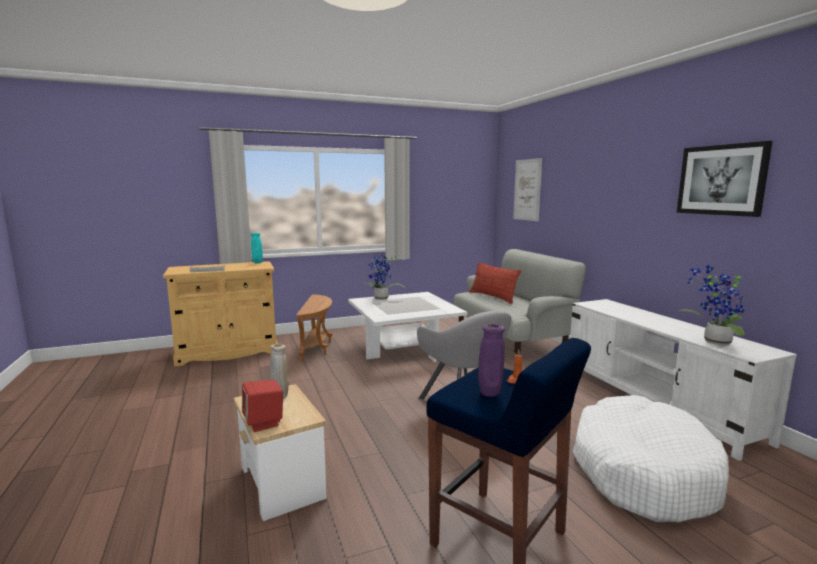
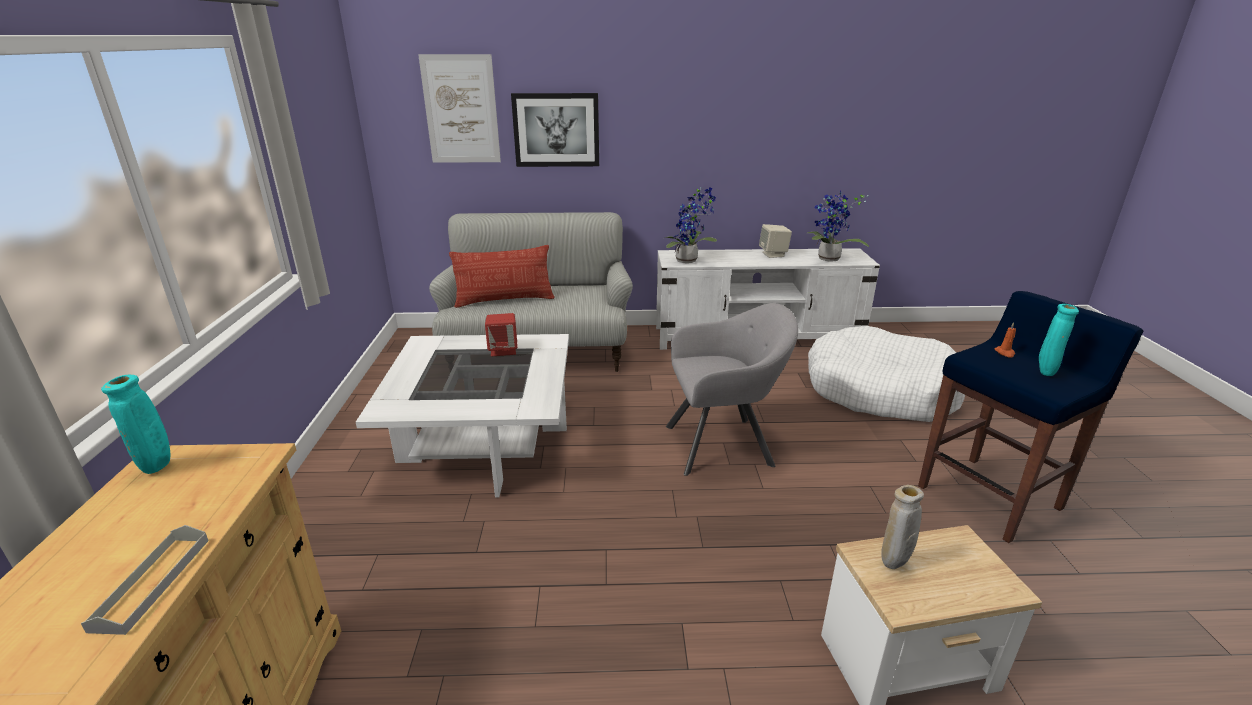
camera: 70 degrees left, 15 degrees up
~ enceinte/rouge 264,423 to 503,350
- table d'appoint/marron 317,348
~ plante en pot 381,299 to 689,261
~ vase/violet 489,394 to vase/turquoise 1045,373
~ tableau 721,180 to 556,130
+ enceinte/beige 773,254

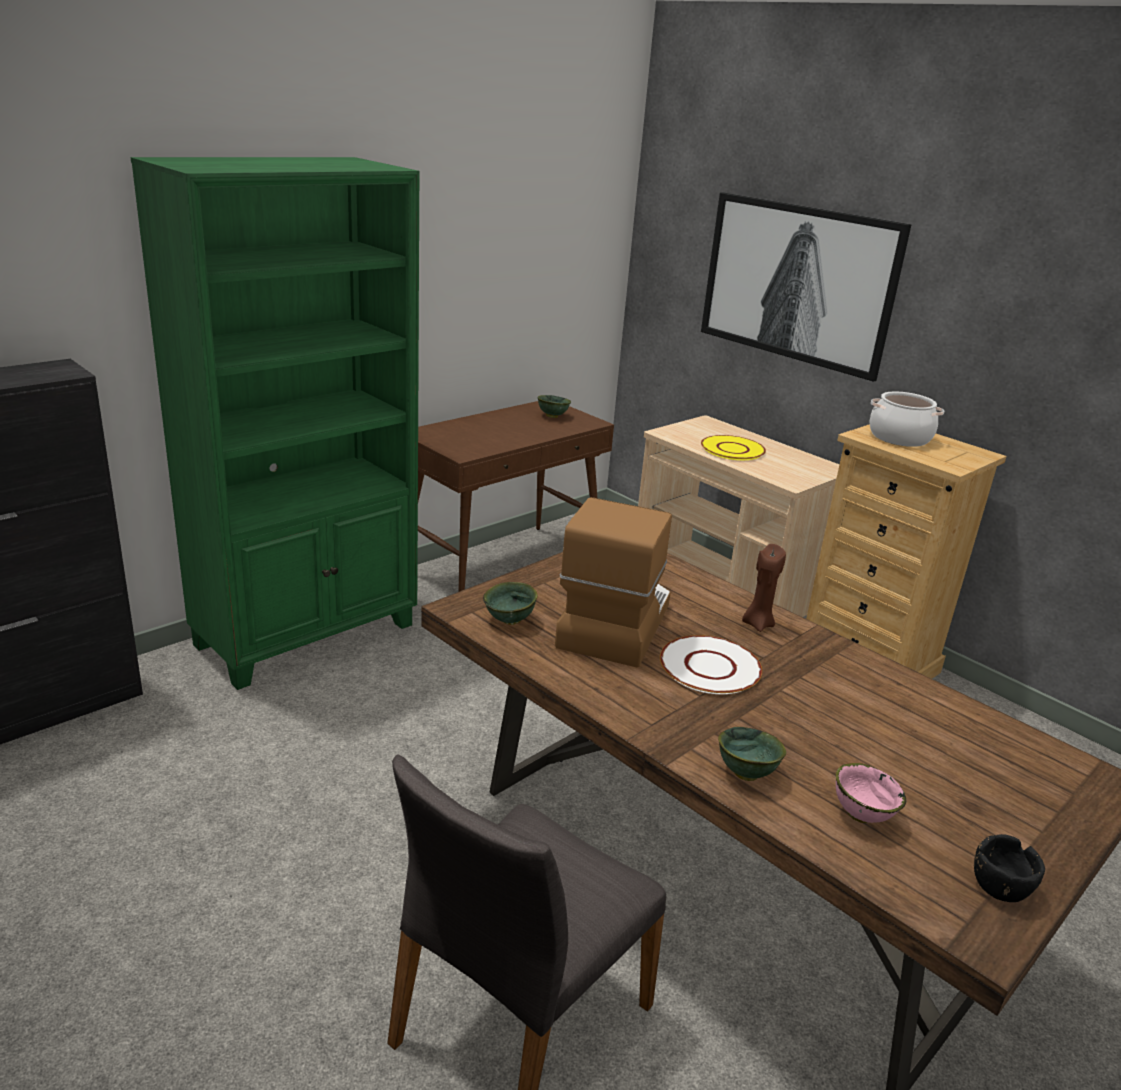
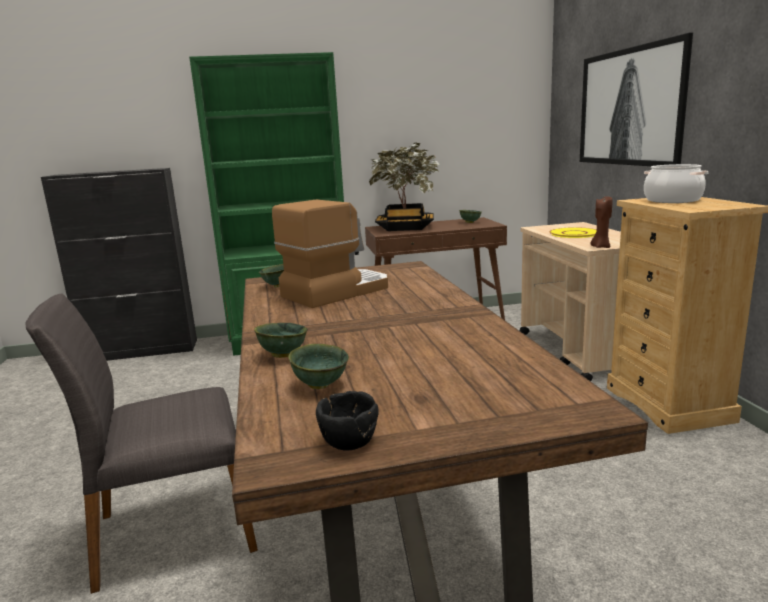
camera: 35 degrees right, 10 degrees down
- assiette/blanc 710,666
~ bougie/marron 757,624 to 600,247
~ bol/rose 861,814 to bol/vert 321,385
+ plante en pot 405,227

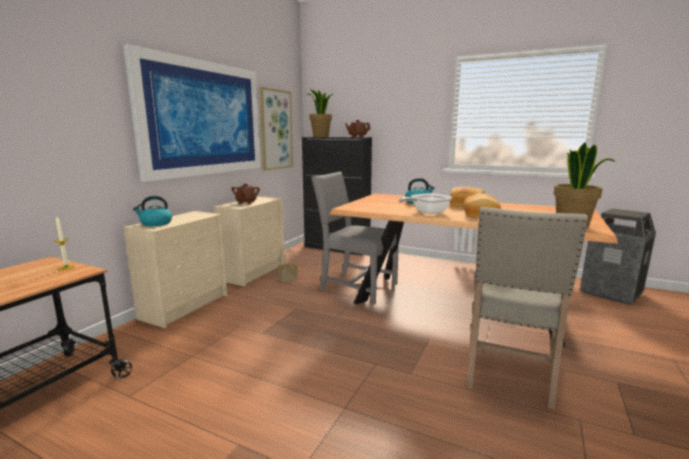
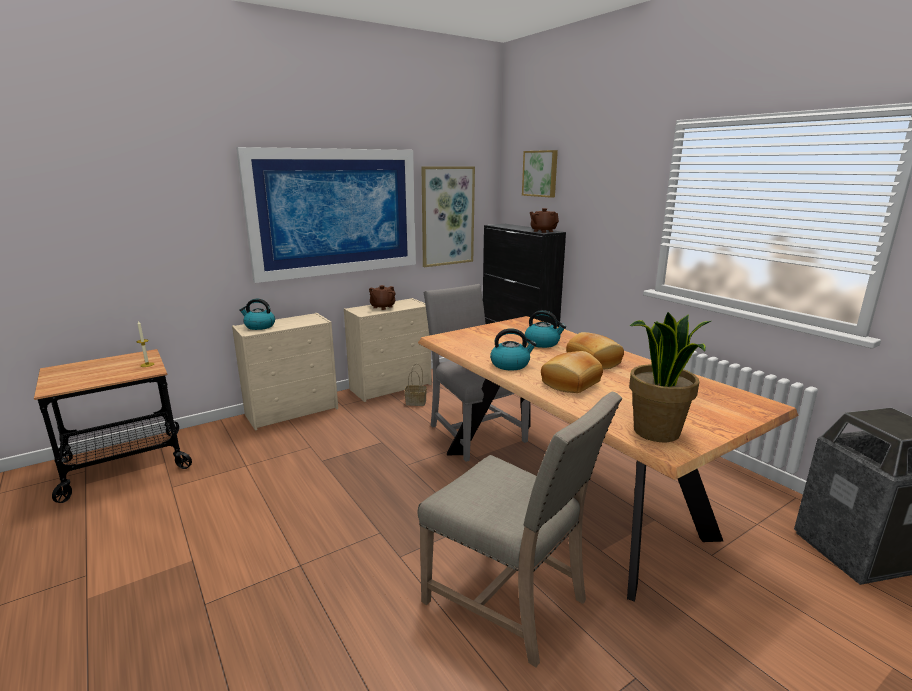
camera: 30 degrees right, 5 degrees up
- plante en pot 320,136
~ poêle 426,213 to bouilloire 510,364
~ chaise/beige 509,371 = 510,600 105 degrees counterclockwise
+ tableau 540,173

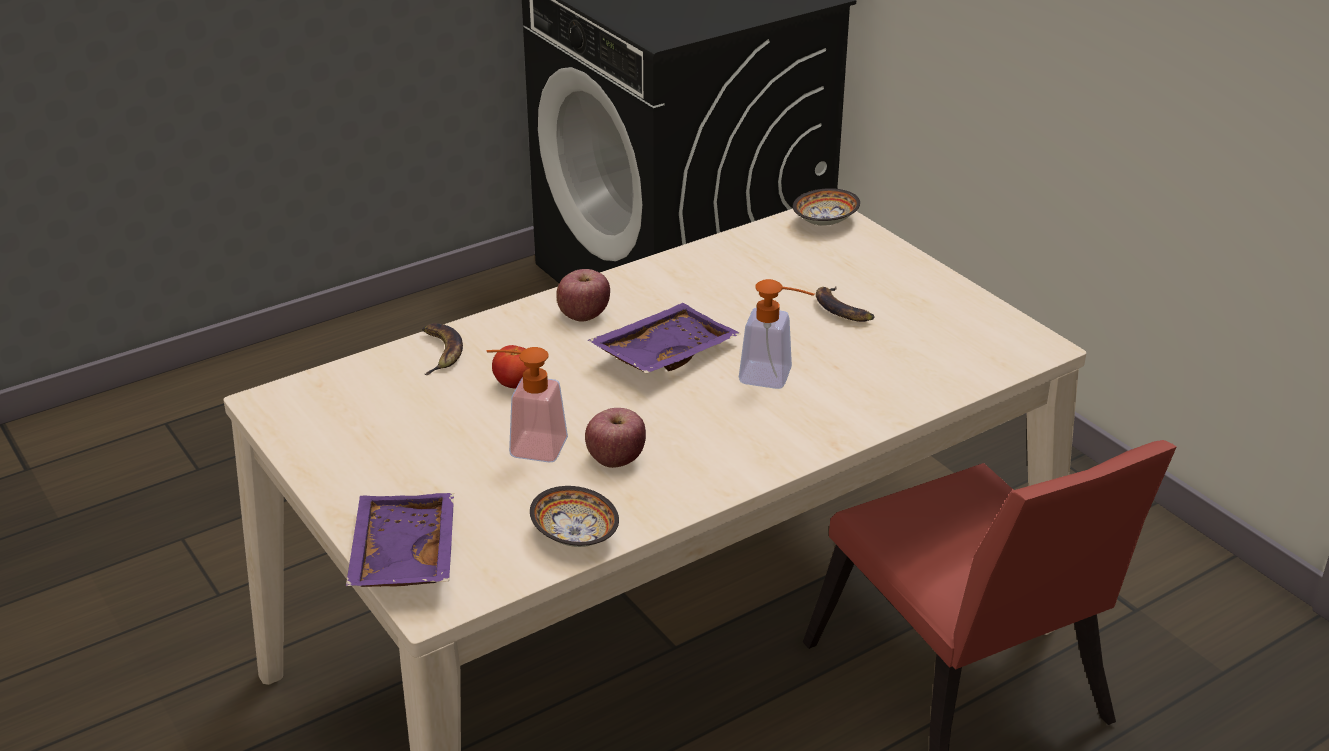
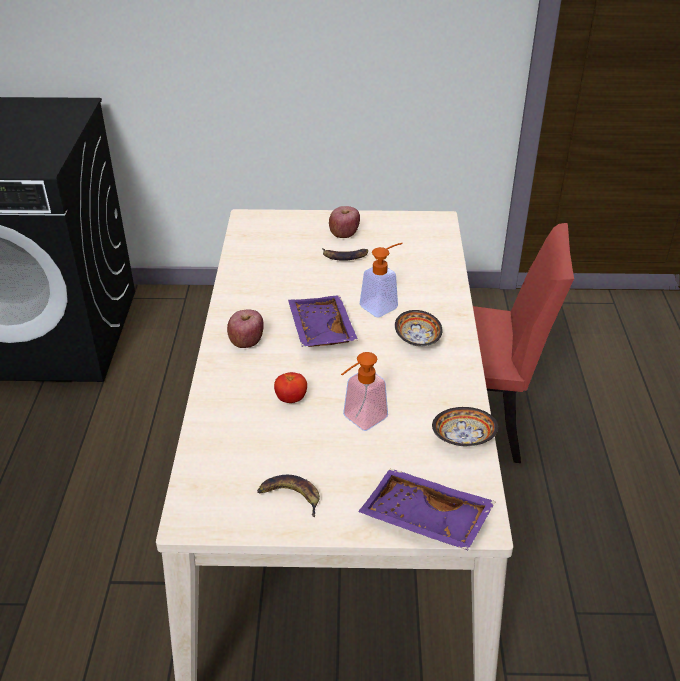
camera: 55 degrees left, 5 degrees up
~ banane 440,352 to 290,496
~ pomme 616,459 to 344,234
~ bol 823,222 to 416,340

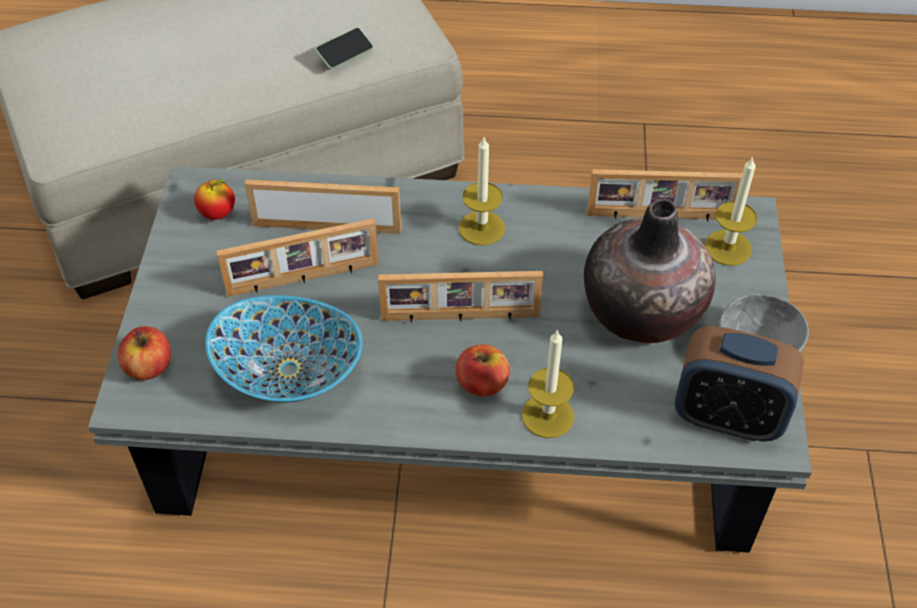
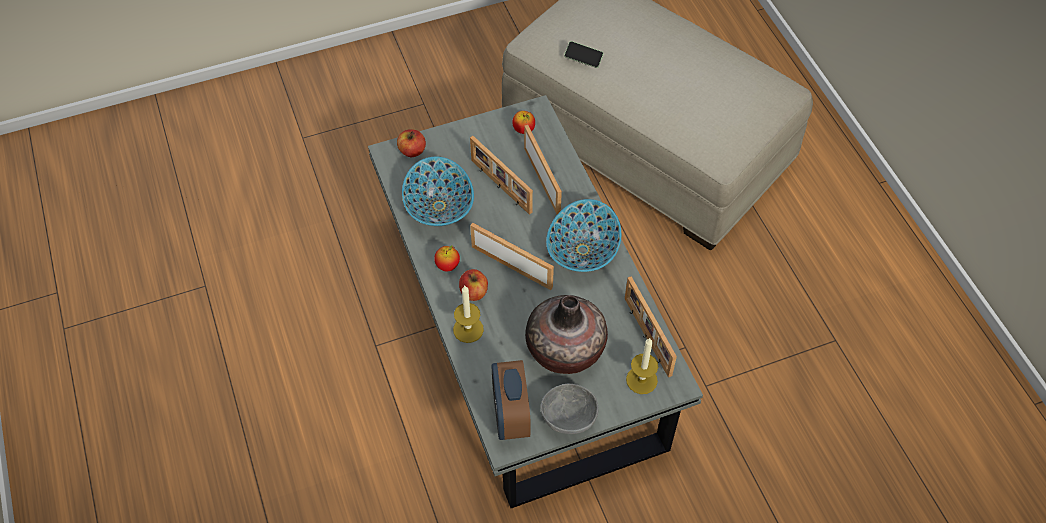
camera: 65 degrees right, 5 degrees up
~ téléphone 345,55 to 583,58
~ cadre photo 460,318 = 512,266 150 degrees clockwise
~ bougie 481,228 to bol 583,250
+ pomme 447,265

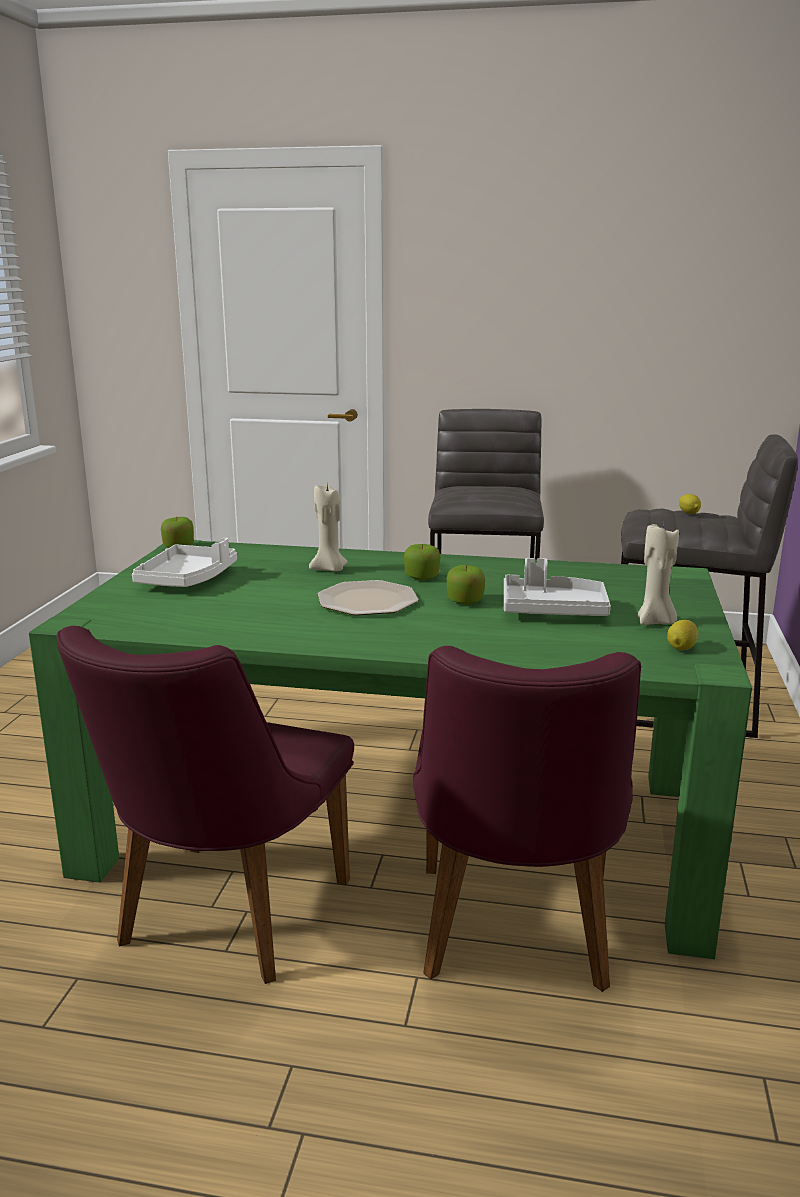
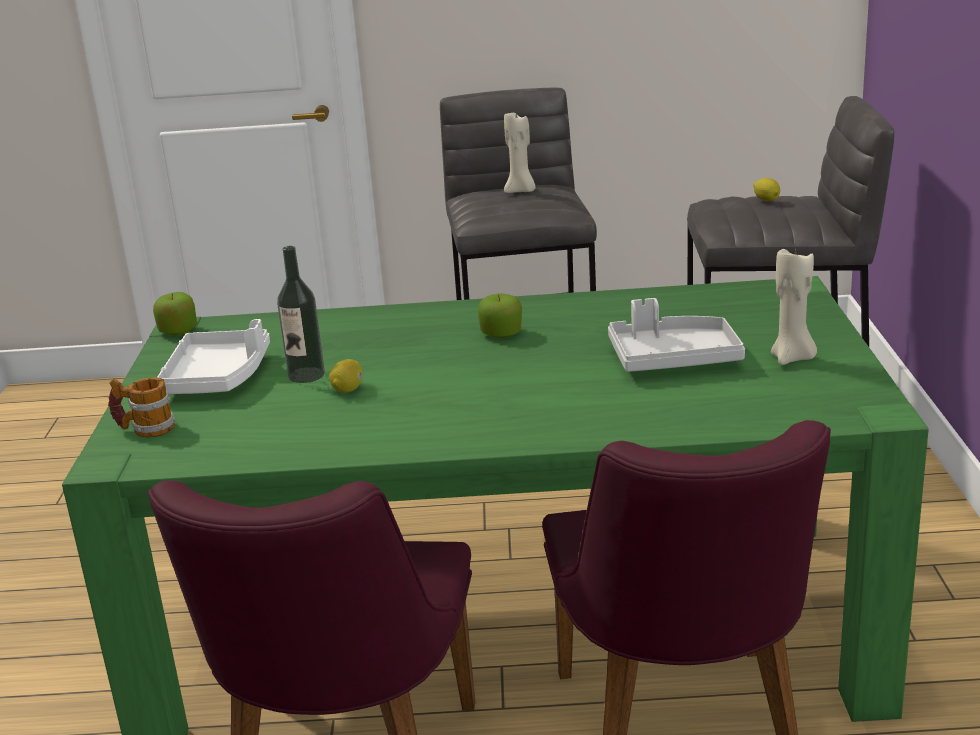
camera: 10 degrees left, 5 degrees up
~ bougie/beige 330,569 to 521,191
- assiette 367,600
- pomme 465,601
~ citron 682,648 to 348,389
+ mug 145,429
+ bouteille 306,375

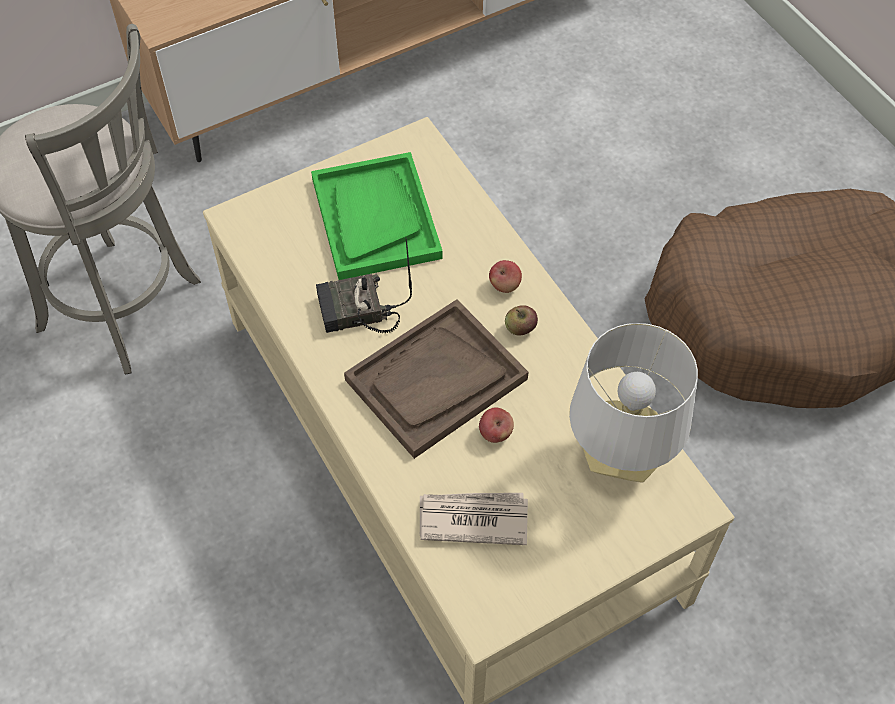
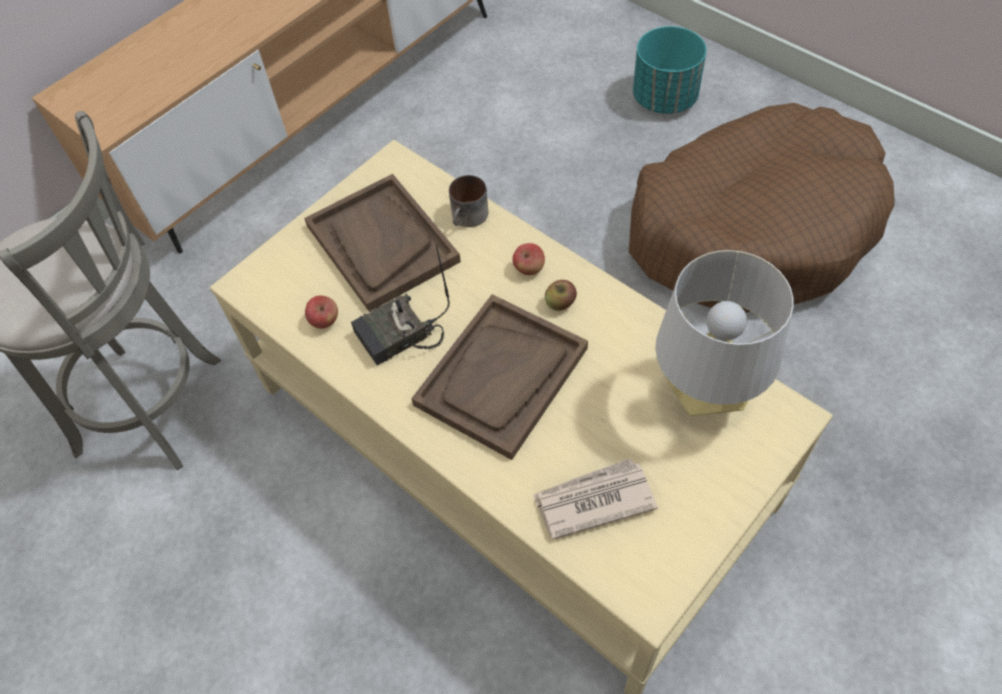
camera: 15 degrees left, 0 degrees up
~ plateau/vert 375,218 to plateau/marron 381,243
~ pomme 495,433 to 324,321
+ mug 469,218
+ cache-pot/turquoise 665,99

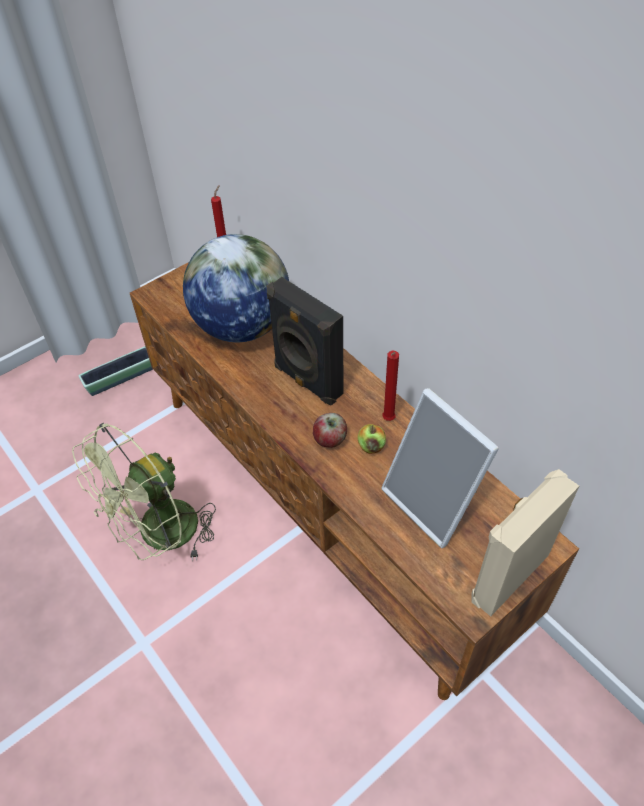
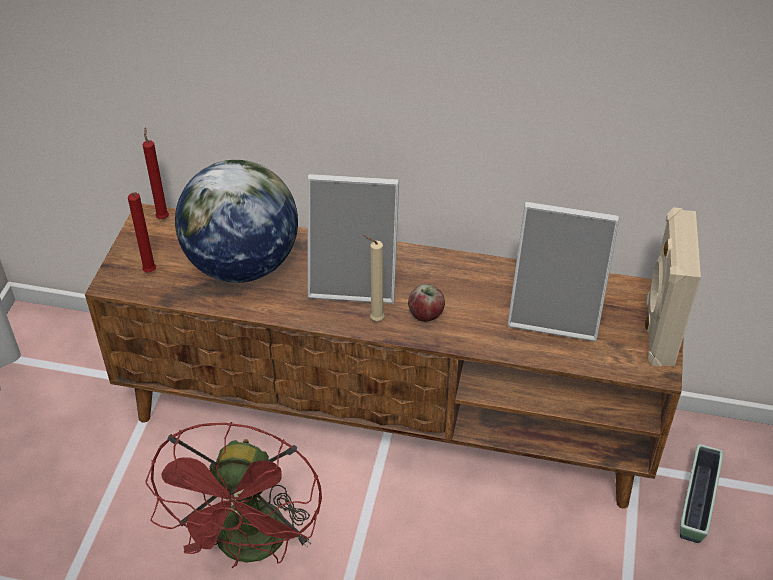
camera: 40 degrees left, 5 degrees down
~ ventilateur/vert 159,536 to ventilateur/rouge 251,547
~ cache-pot 121,378 to 697,502
~ enceinte/noir 306,381 to cadre photo 355,279
- pomme 371,446
~ bougie/rouge 388,420 to 150,273
+ bougie/beige 374,319

